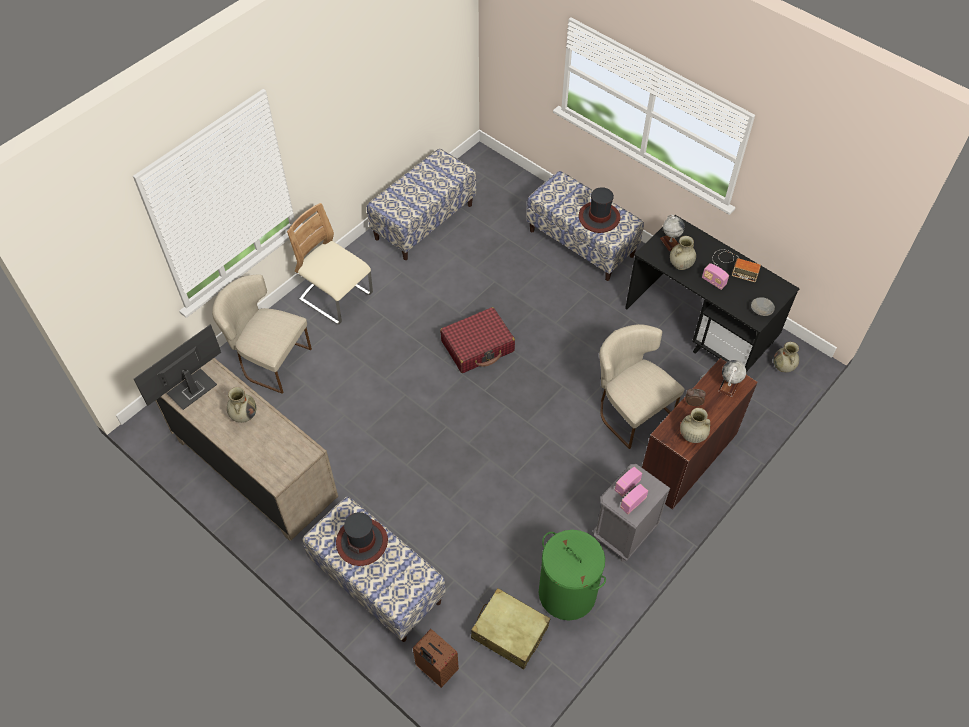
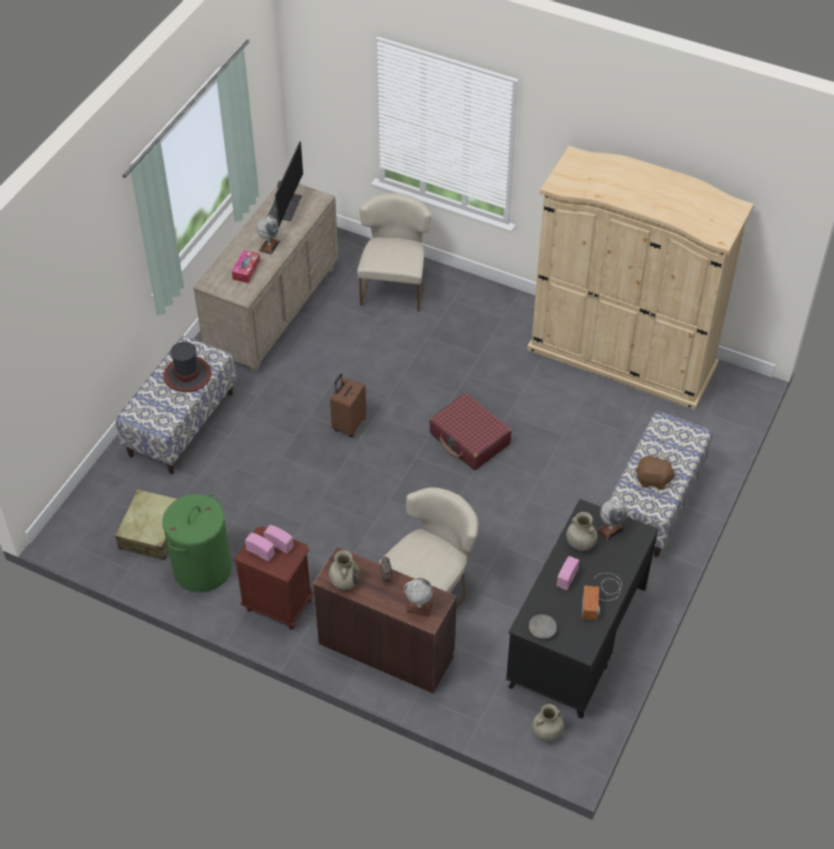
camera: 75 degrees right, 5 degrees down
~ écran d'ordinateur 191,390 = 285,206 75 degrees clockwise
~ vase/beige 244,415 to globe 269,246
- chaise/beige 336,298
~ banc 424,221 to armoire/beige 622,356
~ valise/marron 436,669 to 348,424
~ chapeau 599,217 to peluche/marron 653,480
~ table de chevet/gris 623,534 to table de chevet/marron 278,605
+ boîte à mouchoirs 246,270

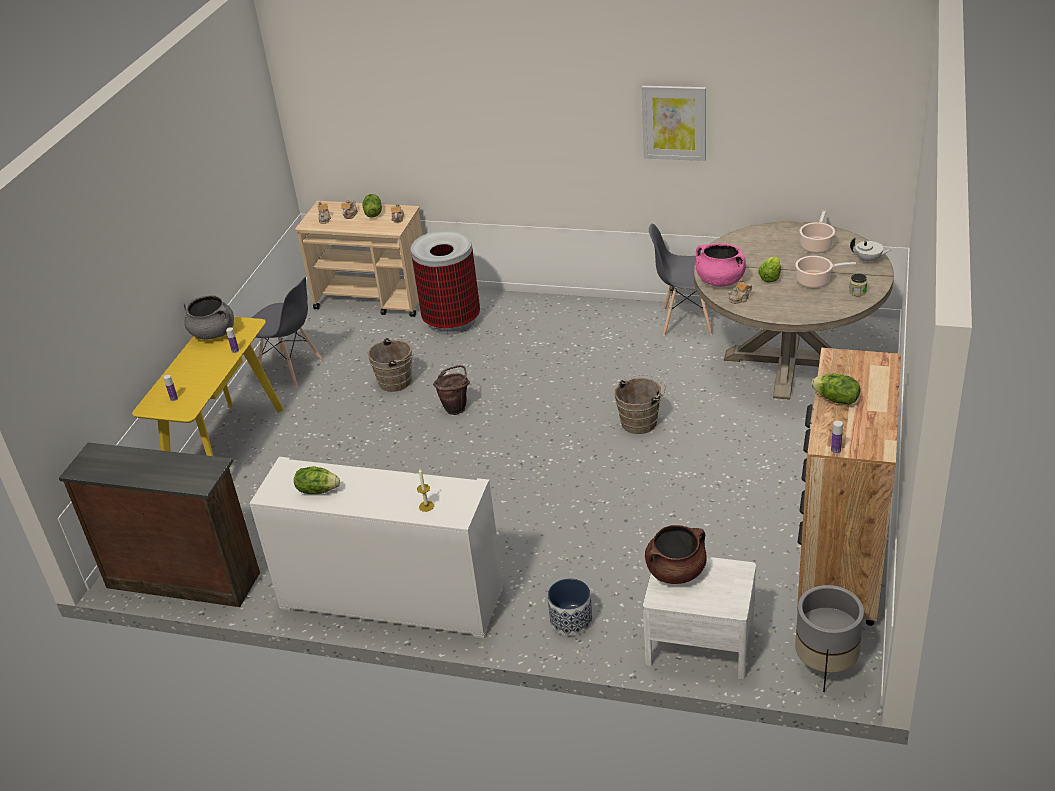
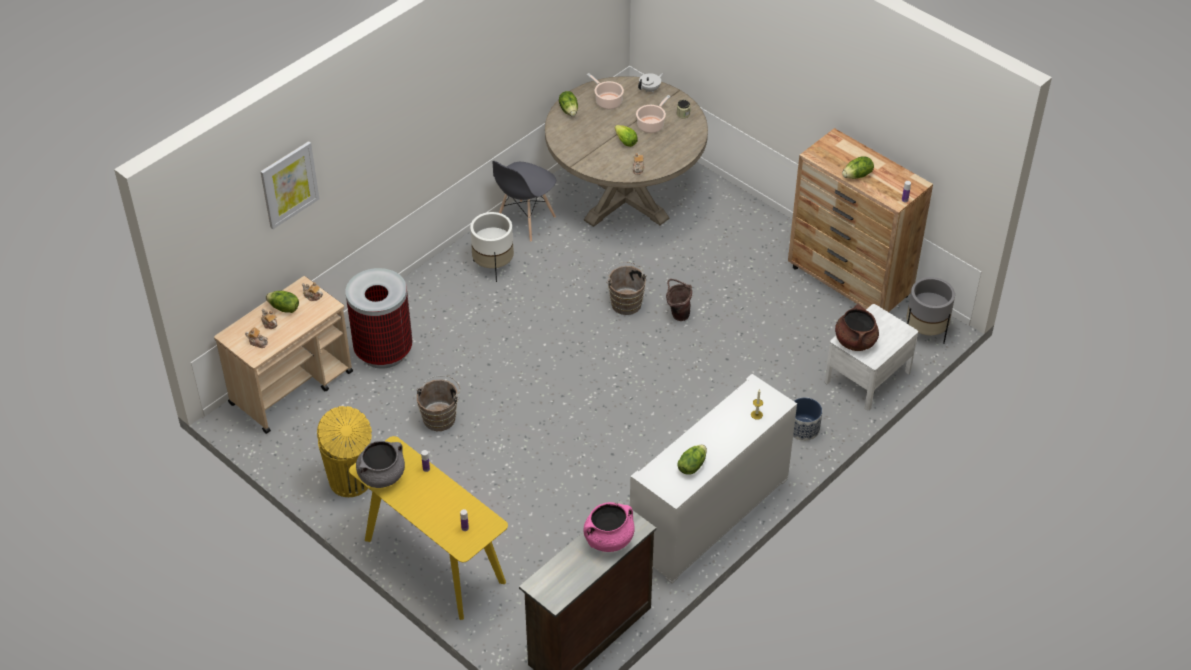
camera: 65 degrees left, 10 degrees up
~ chaise/gris 290,369 to poubelle/jaune 351,481
~ seau/marron 456,407 to 677,314
~ tableau 674,122 to 289,184
~ marmite/rose 720,281 to 608,539
+ cache-pot/blanc 493,266
+ laitue 569,110

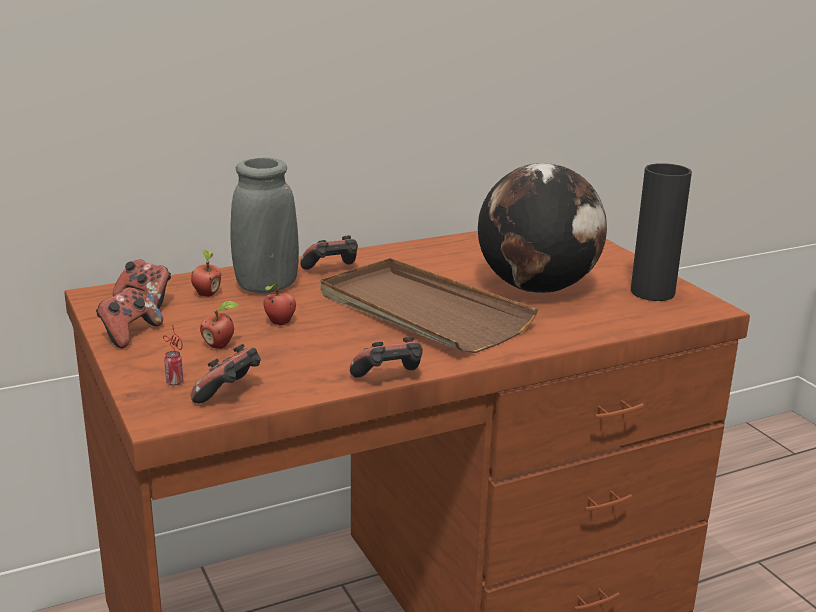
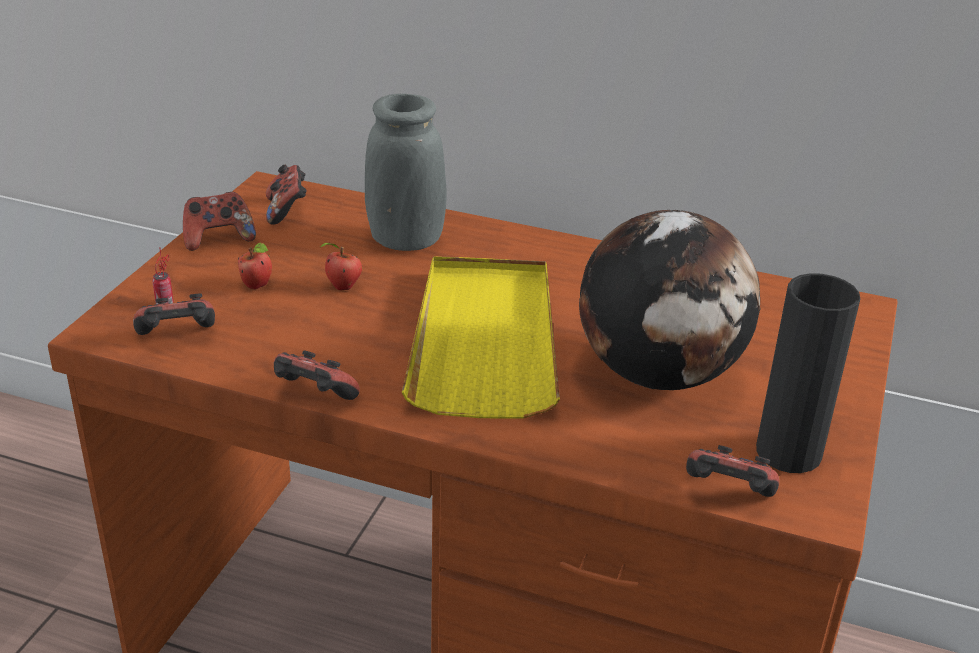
camera: 45 degrees right, 10 degrees up
- pomme 206,294
~ manette 332,271 to 727,495
~ plateau/marron 421,312 to plateau/jaune 485,340

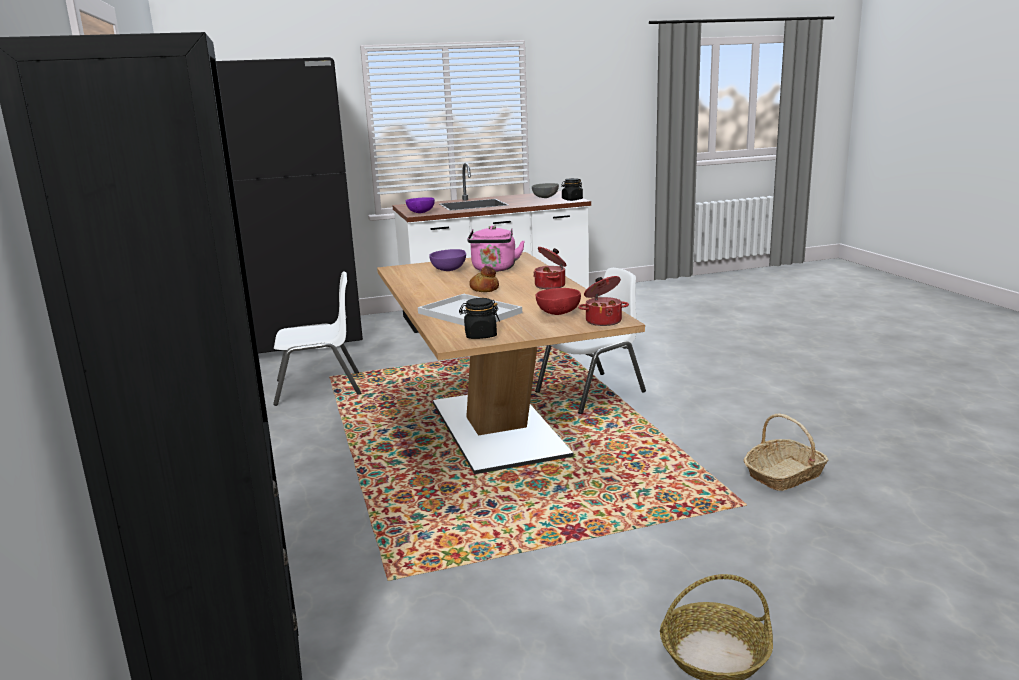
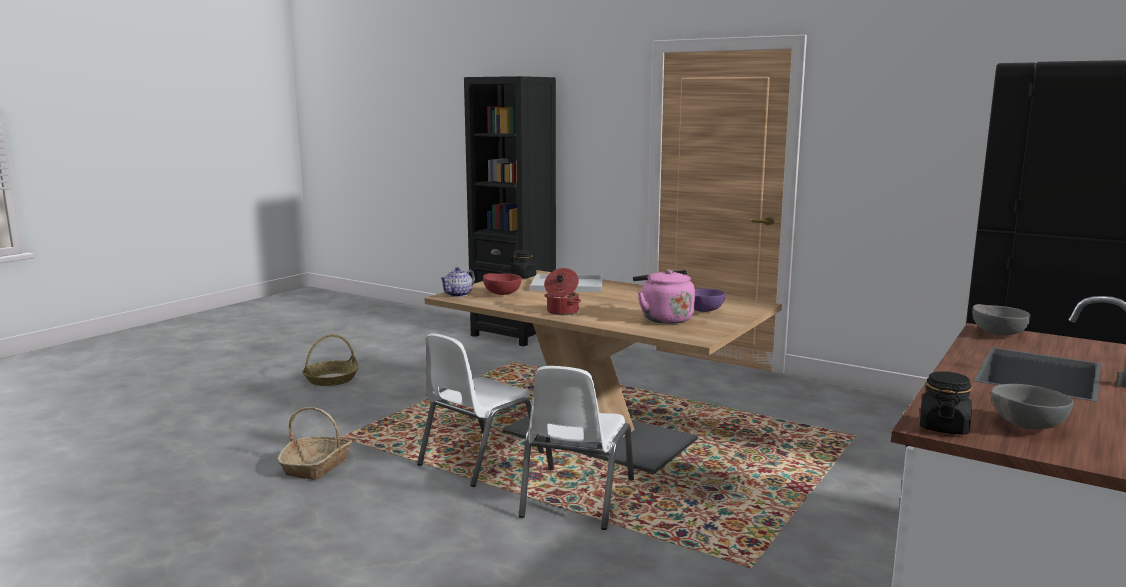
camera: 140 degrees right, 5 degrees down
~ chaise/blanc 319,388 to 479,459
~ bol/violet 420,213 to bol/gris 997,333
- pain 484,289
~ marmite 603,321 to théière 458,294

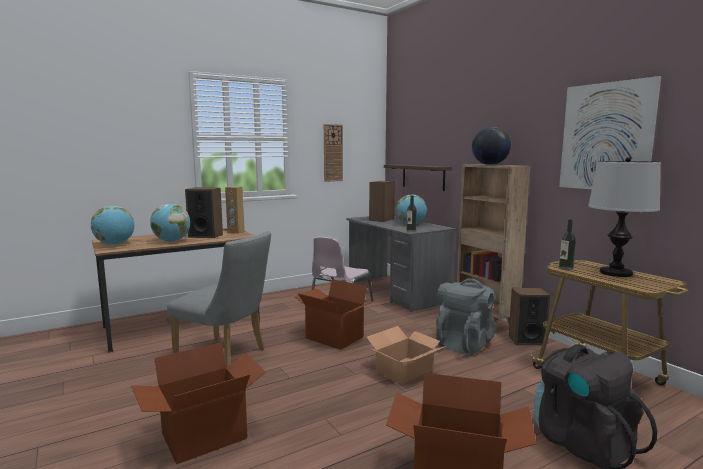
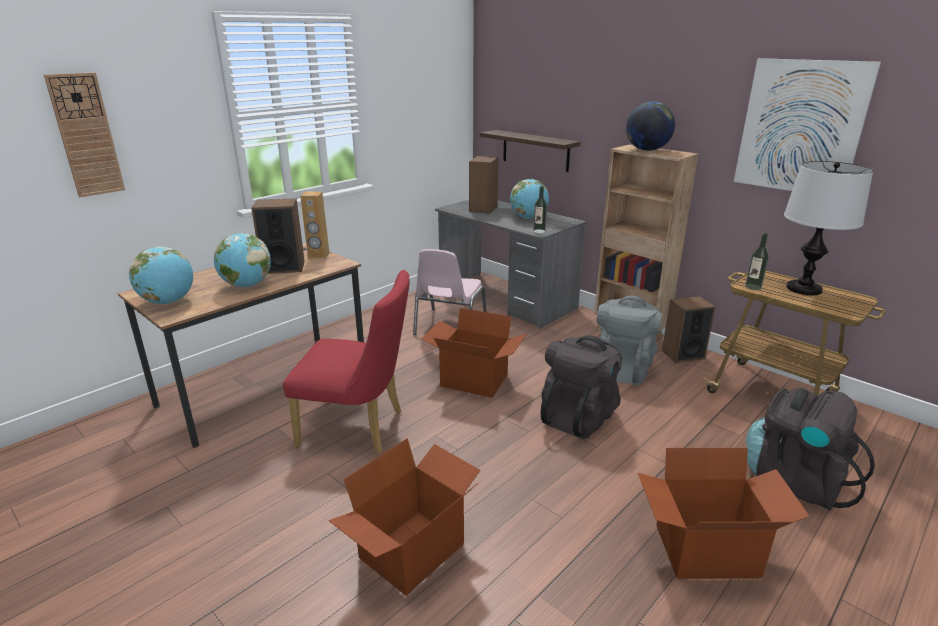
camera: 15 degrees left, 15 degrees up
~ chaise/gris 226,356 to chaise/rouge 359,428
~ horloge murale 333,153 to 86,135
~ carton 403,370 to sac à dos/noir 578,416

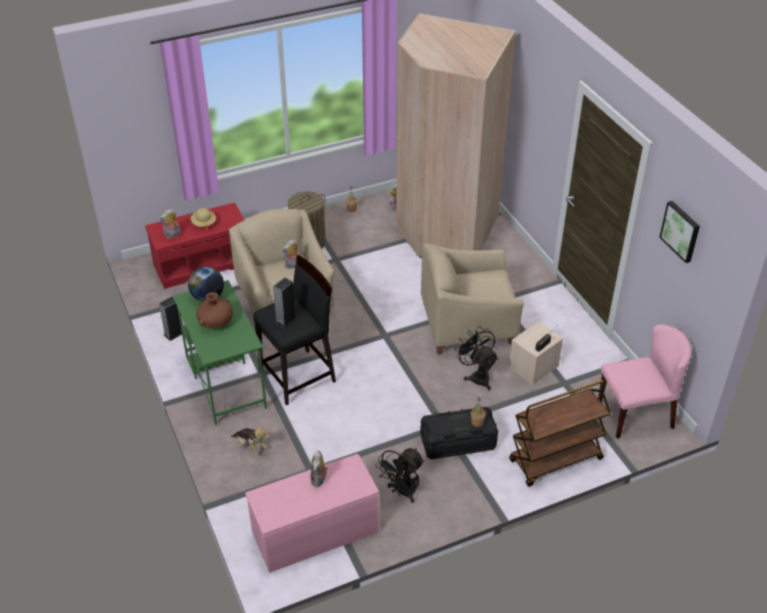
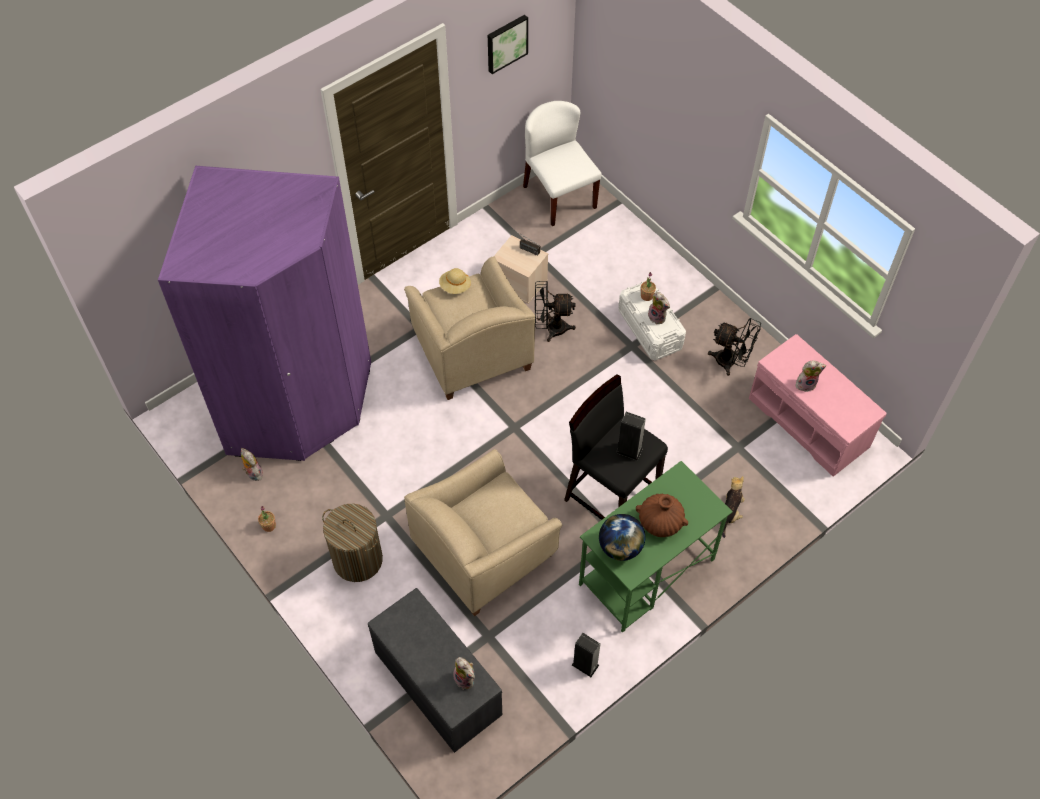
camera: 105 degrees left, 15 degrees up
~ banc/rouge 202,264 to banc/gris 436,683
~ chapeau/beige 203,223 to 455,286
~ peluche 292,266 to 658,317
~ armoire/beige 445,231 to armoire/violet 298,405
~ boîte de rangement/noir 457,442 to boîte de rangement/blanc 650,329
~ ventilateur/noir 477,376 = 550,328 45 degrees clockwise
- chariot/marron 555,461
~ chaise/rose 635,414 to chaise/blanc 559,196

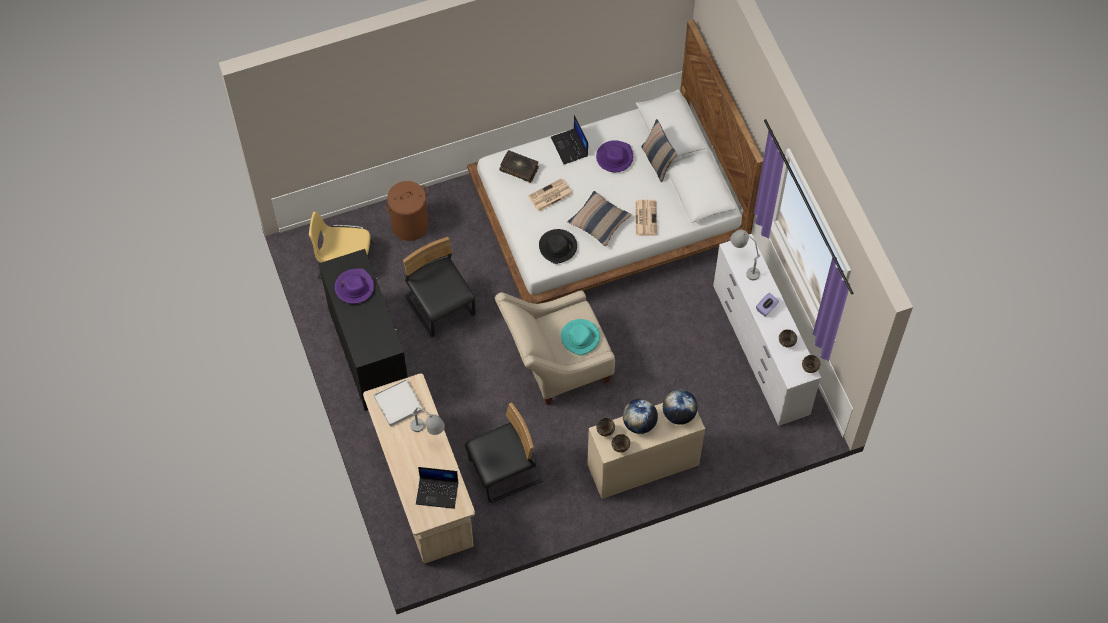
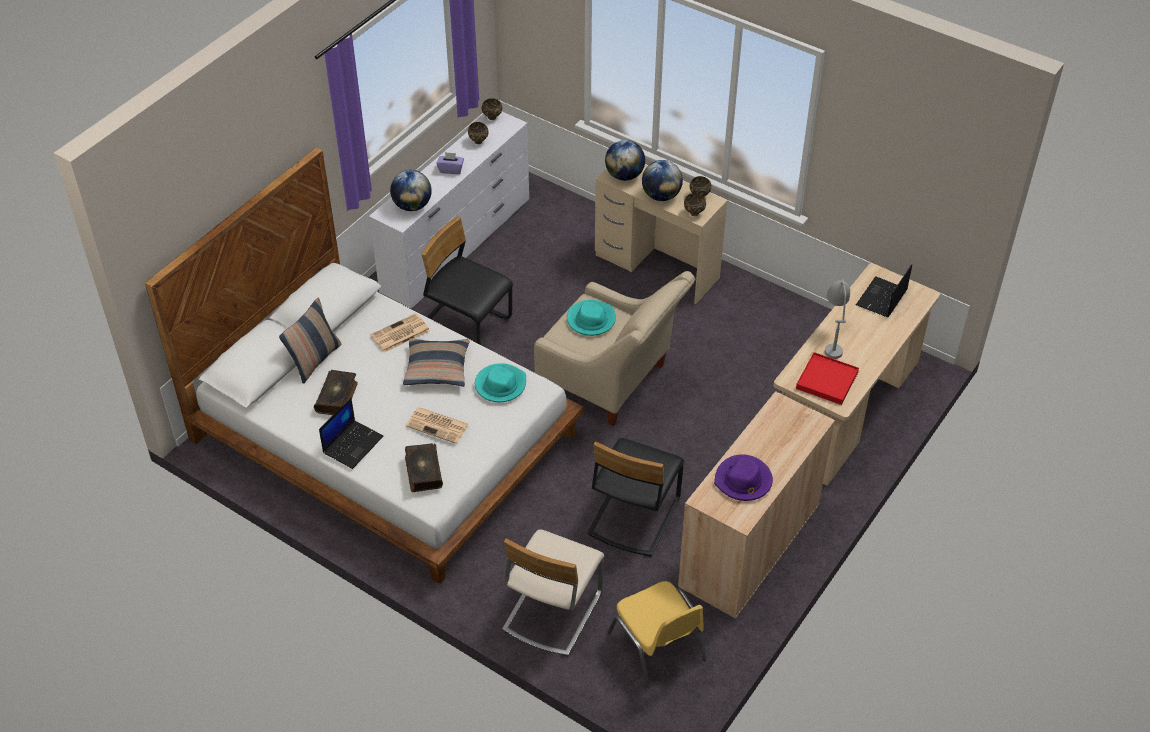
camera: 125 degrees left, 15 degrees down
~ meuble de rangement/noir 369,353 to meuble de rangement/beige 749,546
~ plateau/blanc 398,403 to plateau/rouge 827,381
~ panier à linge/marron 410,225 to chaise/beige 551,611
~ ordinateur portable 438,492 = 882,298 120 degrees counterclockwise
~ chaise/noir 506,471 to 466,325
~ chapeau/noir 558,247 to chapeau/turquoise 500,385
~ chapeau/violet 614,157 to livre 337,397
~ lampe de table/gris 743,264 to globe 412,206

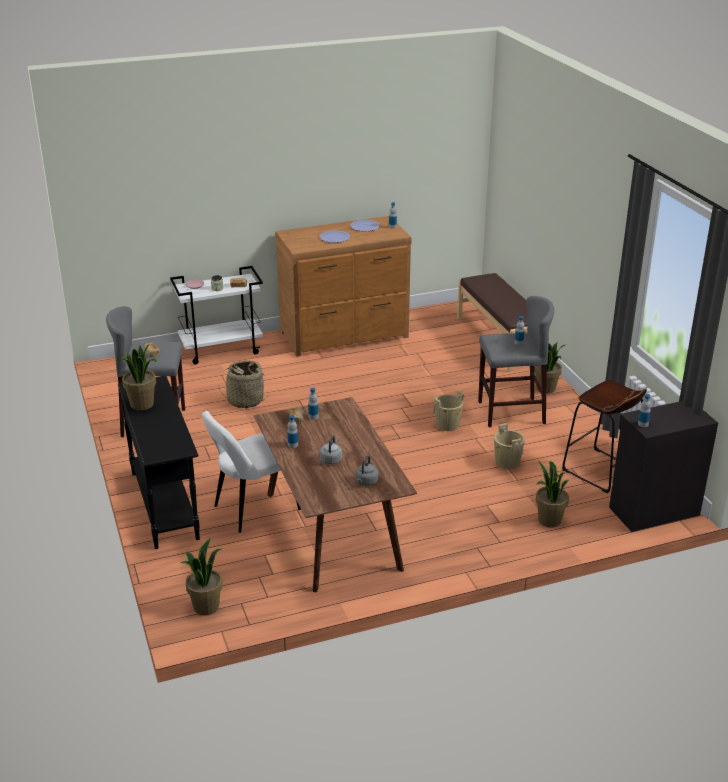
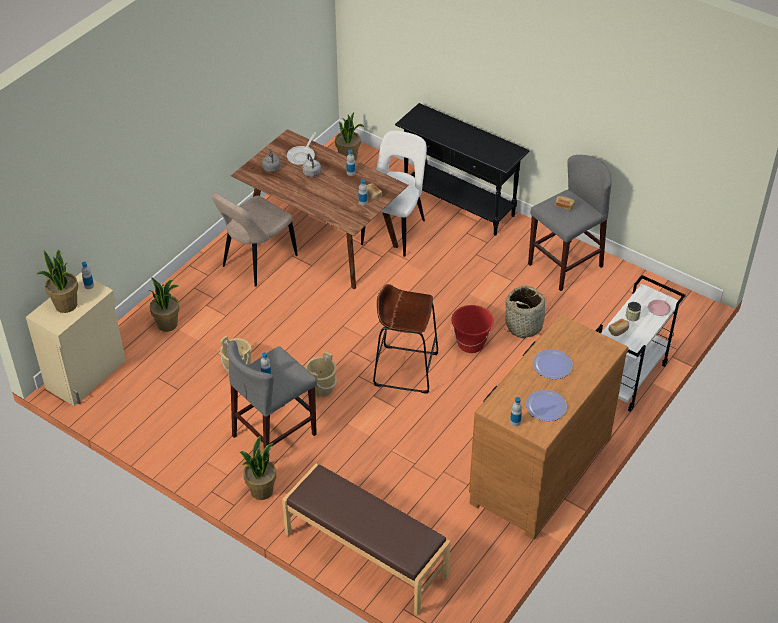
camera: 145 degrees right, 15 degrees up
~ plante en pot 142,404 to 65,305
~ tabouret/marron 601,470 to 405,369
~ meuble de rangement/noir 652,510 to meuble de rangement/beige 87,374
+ chaise/beige 257,262
+ poêle 302,156
+ seau/rouge 471,344

